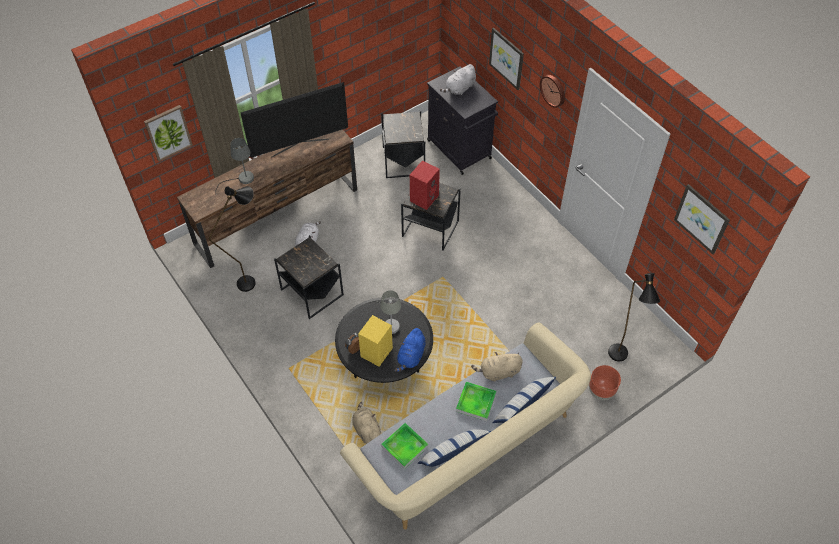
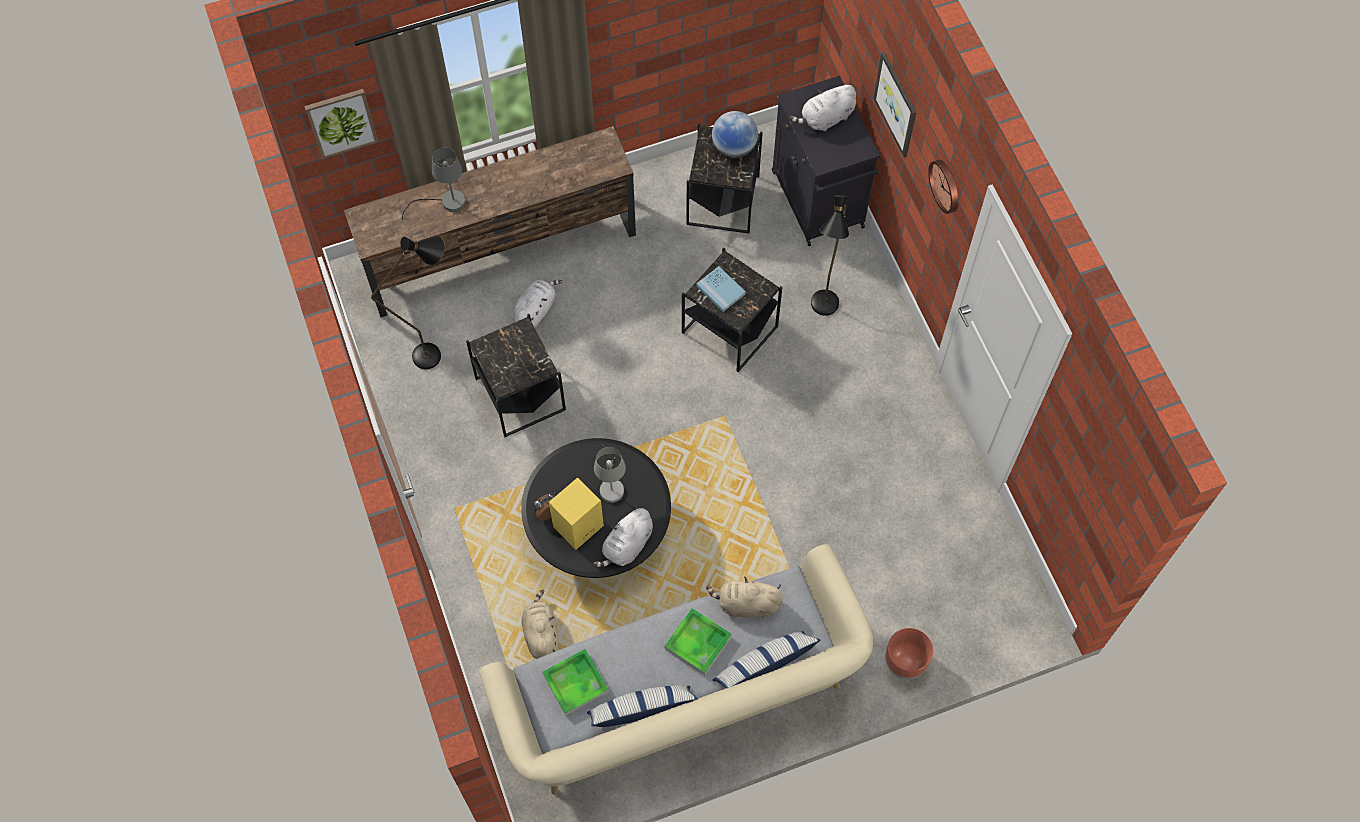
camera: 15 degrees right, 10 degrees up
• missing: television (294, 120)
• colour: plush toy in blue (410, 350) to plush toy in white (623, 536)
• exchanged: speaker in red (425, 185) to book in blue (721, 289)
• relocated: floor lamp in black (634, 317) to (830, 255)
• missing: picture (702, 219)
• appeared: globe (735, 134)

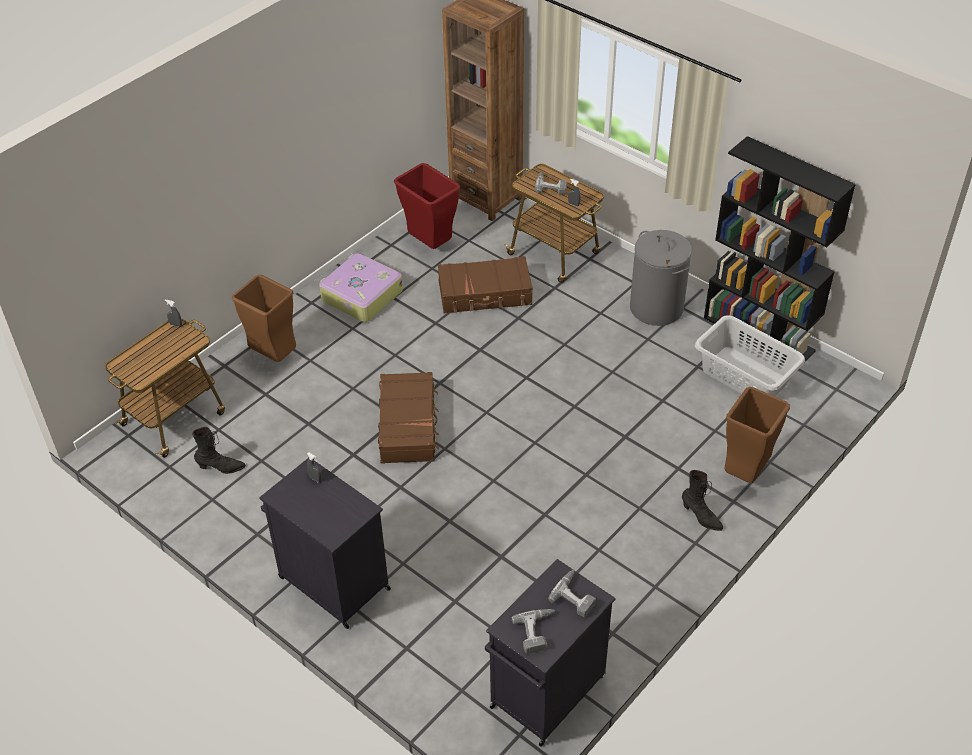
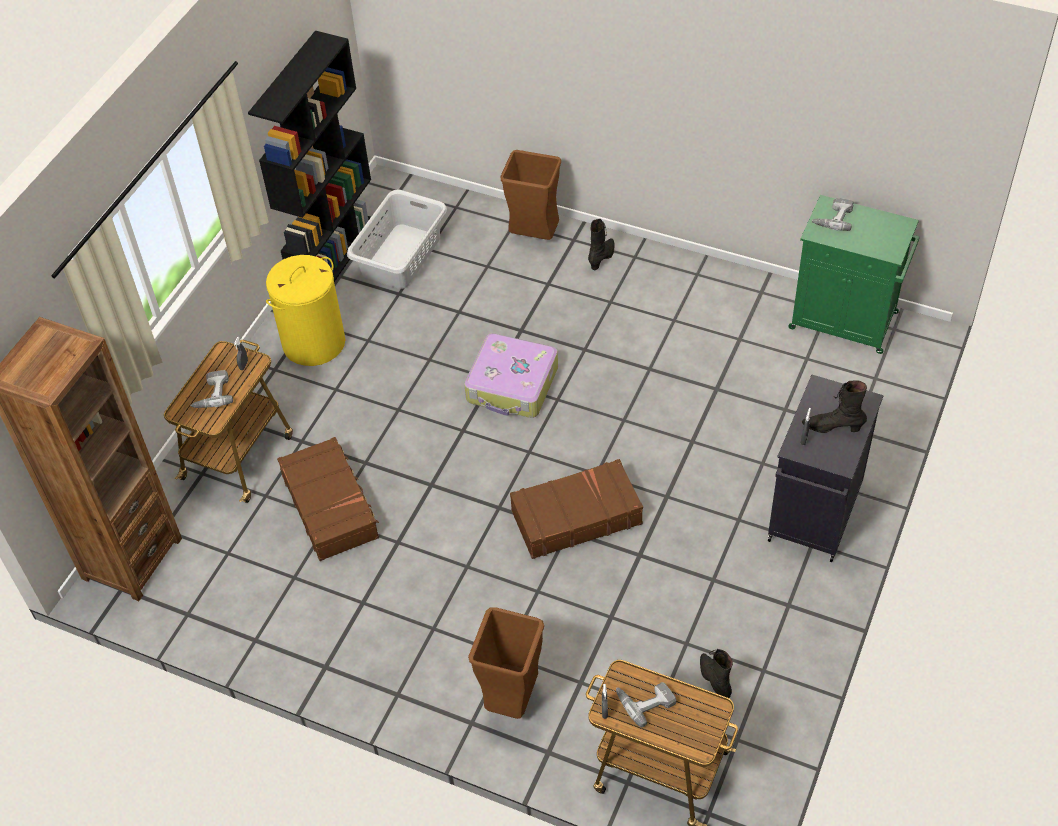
camera: 105 degrees left, 5 degrees up
• relocated: suitcase (361, 287) to (511, 375)
• missing: trash can in red (427, 206)
• colour: cabinet in black (550, 653) to cabinet in green (853, 274)
• relocated: power drill (533, 631) to (646, 704)
• colour: laundry basket in grey (661, 278) to laundry basket in yellow (305, 310)
• appeared: boot in black (834, 407)

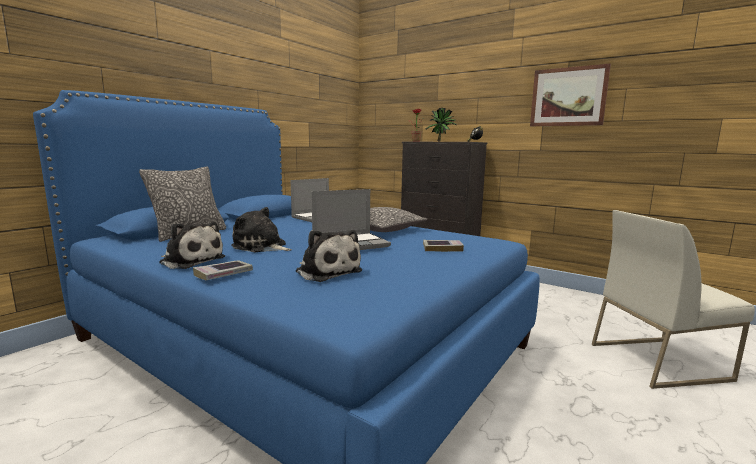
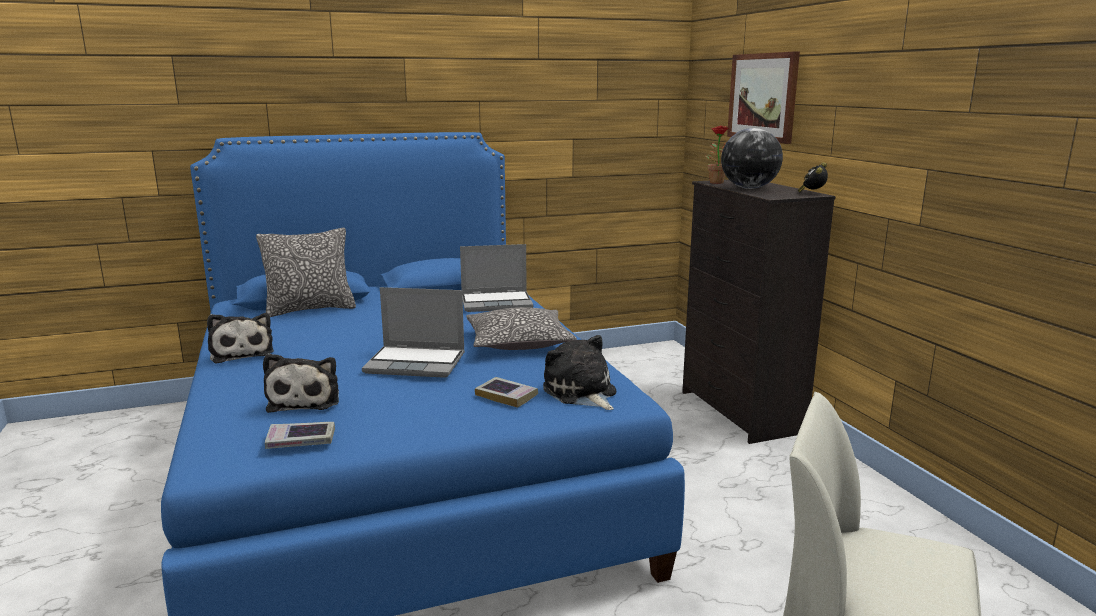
camera: 35 degrees right, 5 degrees up
• relocated: book (223, 270) to (300, 435)
• relocated: plush toy (262, 229) to (579, 372)
• exchanged: potted plant (441, 124) to globe (752, 158)
• relocated: picture (570, 95) to (763, 97)

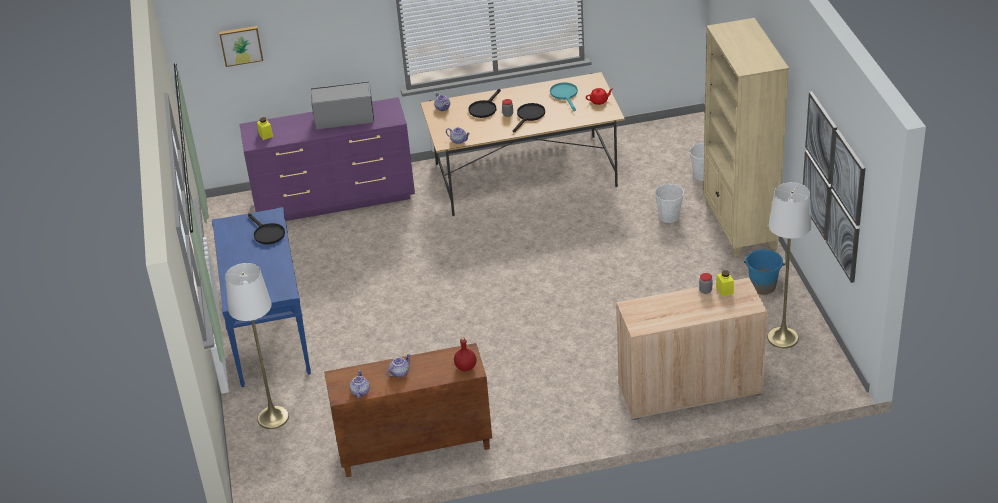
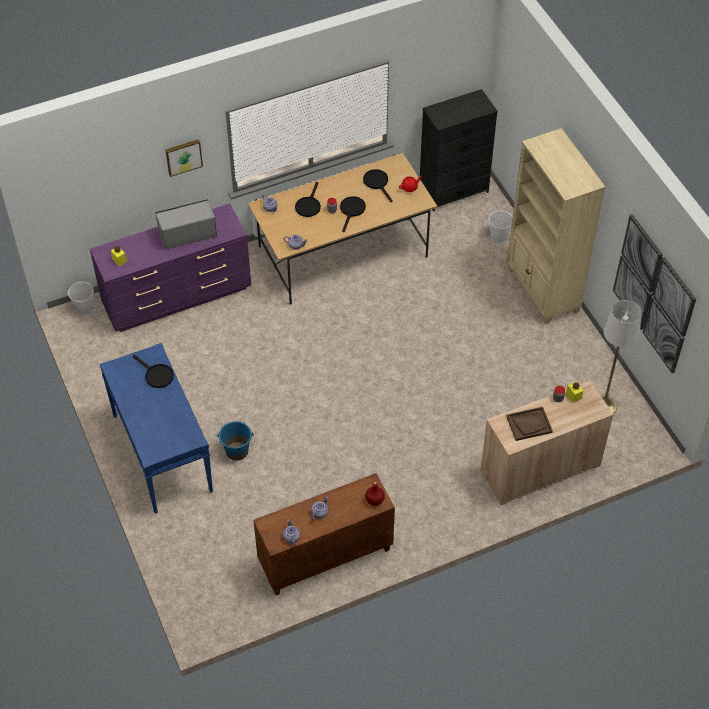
camera: 15 degrees left, 15 degrees up
• relocated: picture (241, 46) to (184, 158)
• missing: floor lamp in white (257, 346)
• colour: frying pan in turquoise (564, 96) to frying pan in black (377, 185)
• relocated: bucket in white (669, 203) to (81, 298)
• relocated: bucket in blue (764, 272) to (235, 441)
• appeared: dresser in black (459, 150)
• appeared: tray in brown (529, 424)

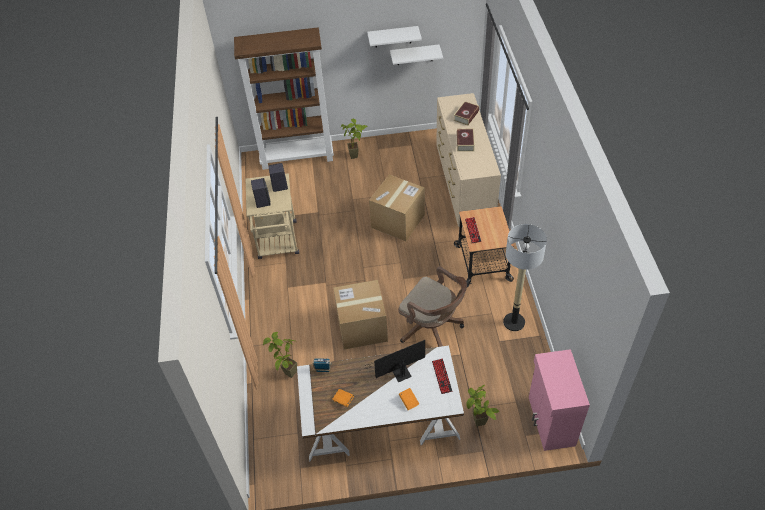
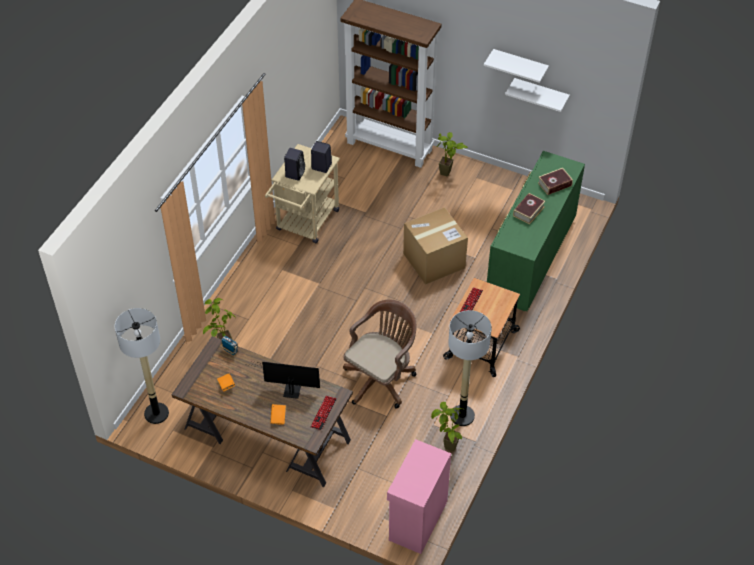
camera: 30 degrees right, 0 degrees up
• colour: desk in white (380, 404) to desk in brown (262, 411)
• missing: cardboard box (360, 314)
• spun: office chair in brown (432, 306) = (379, 354) 120 degrees counterclockwise
• colour: dresser in beige (468, 160) to dresser in green (536, 231)
• relocated: potted plant (482, 405) to (447, 427)
• appeared: floor lamp (142, 366)

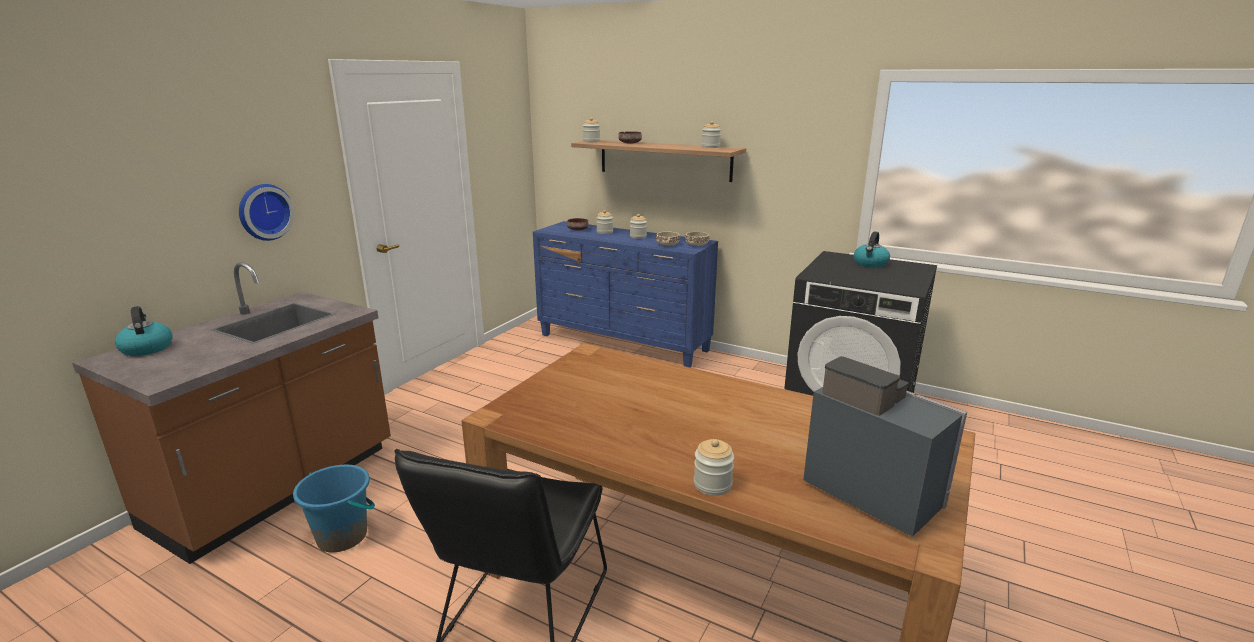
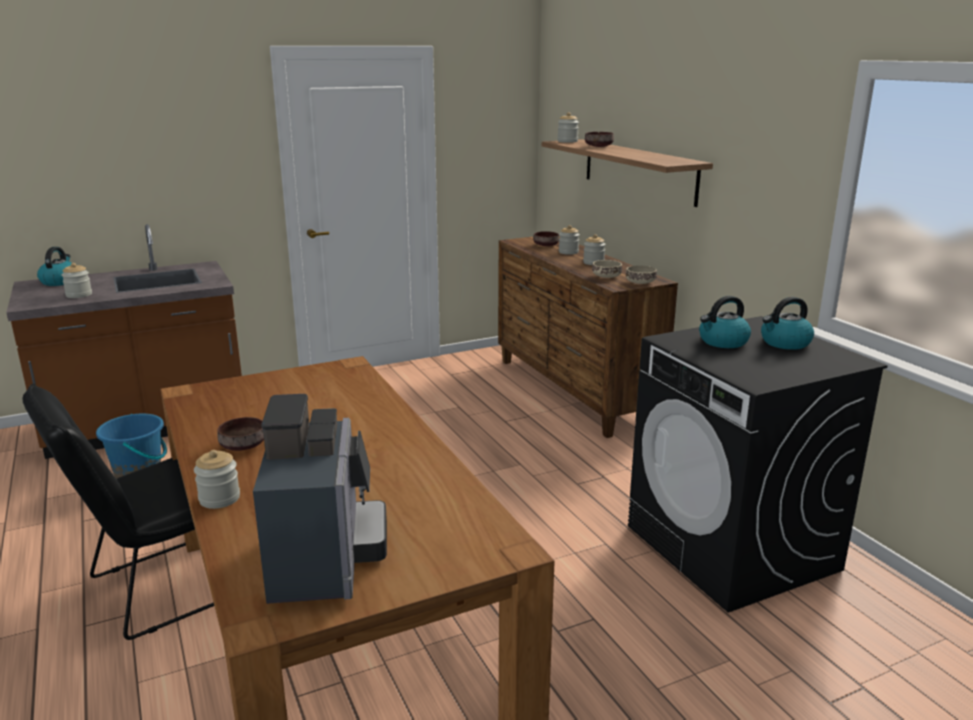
camera: 35 degrees right, 0 degrees up
• missing: wall clock (266, 212)
• colour: dresser in blue (625, 294) to dresser in brown (588, 337)
• relocated: jar (711, 134) to (76, 280)
• appeared: bowl in brown (240, 434)
• appeared: kettle (725, 322)

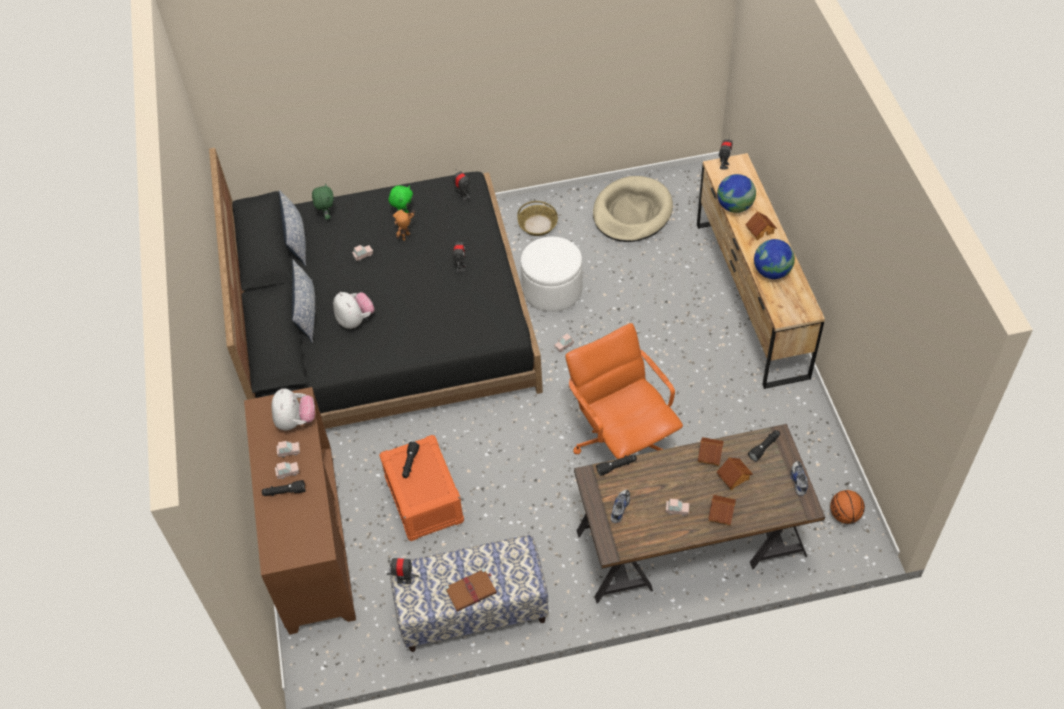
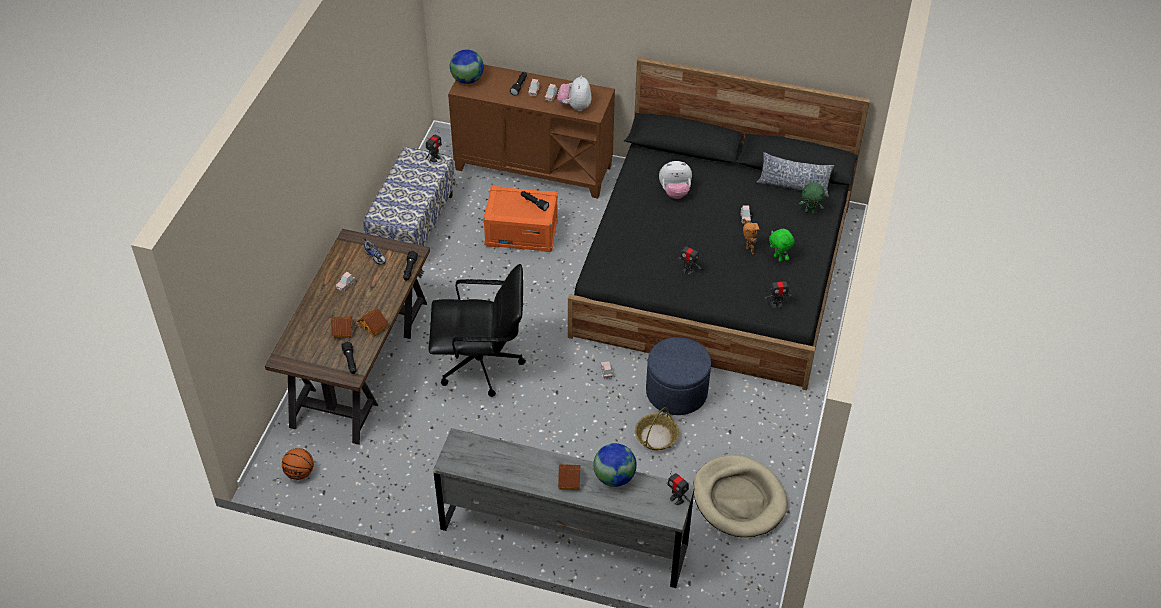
camera: 115 degrees right, 5 degrees down
• spun: plush toy (293, 409) = (574, 93) 75 degrees clockwise
• missing: pillow (303, 301)
• missing: book in brown (471, 589)
• relocated: basket (538, 218) to (657, 428)
• colour: ottoman in white (551, 274) to ottoman in blue (678, 376)
• colour: office chair in orange (624, 391) to office chair in black (477, 330)
• colour: dresser in brown (761, 271) to dresser in grey (564, 508)
• missing: toy house (722, 510)
• relocated: globe (774, 259) to (467, 67)
• missing: shoe (799, 478)

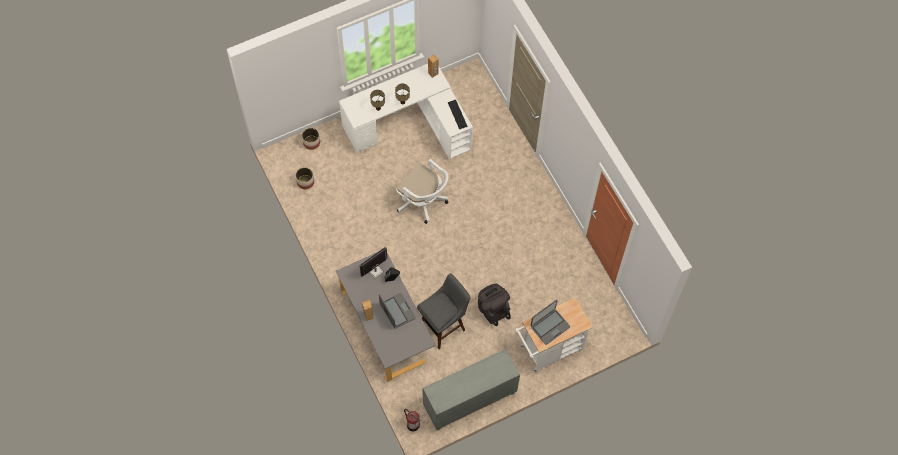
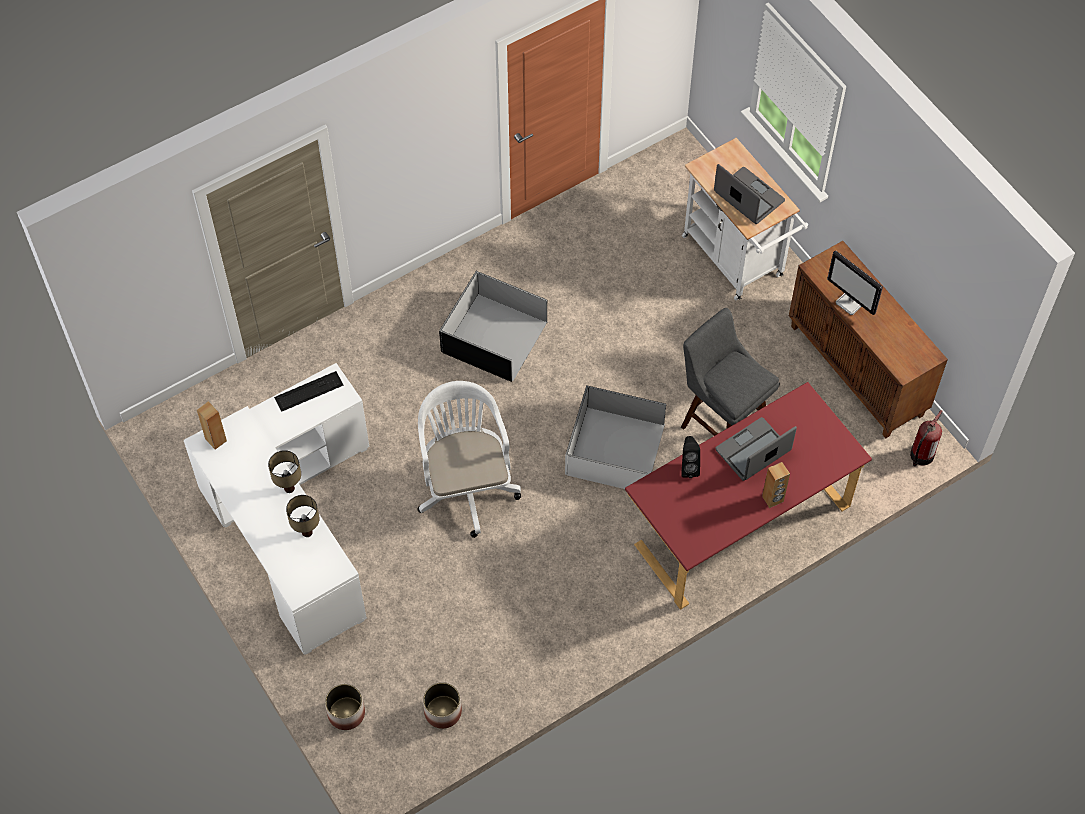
camera: 95 degrees left, 5 degrees down
• colour: desk in grey (386, 317) to desk in red (748, 496)
• relocated: monitor (373, 262) to (855, 283)
• spun: office chair in white (422, 191) = (469, 459) 45 degrees counterclockwise
• colour: cabinet in grey (471, 390) to cabinet in brown (868, 339)
• missing: backpack in black (494, 304)
• appeared: storage box in black (493, 326)
• appeared: storage box in white (615, 437)

